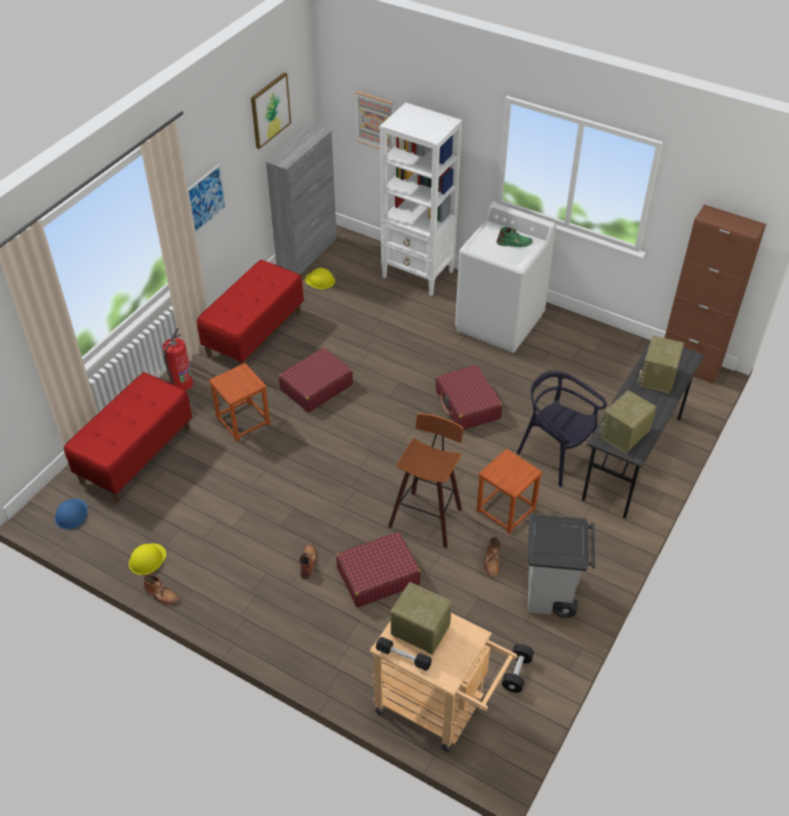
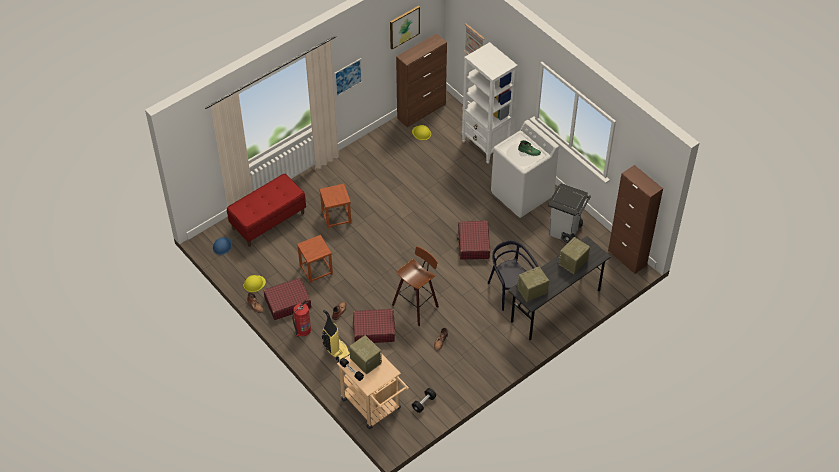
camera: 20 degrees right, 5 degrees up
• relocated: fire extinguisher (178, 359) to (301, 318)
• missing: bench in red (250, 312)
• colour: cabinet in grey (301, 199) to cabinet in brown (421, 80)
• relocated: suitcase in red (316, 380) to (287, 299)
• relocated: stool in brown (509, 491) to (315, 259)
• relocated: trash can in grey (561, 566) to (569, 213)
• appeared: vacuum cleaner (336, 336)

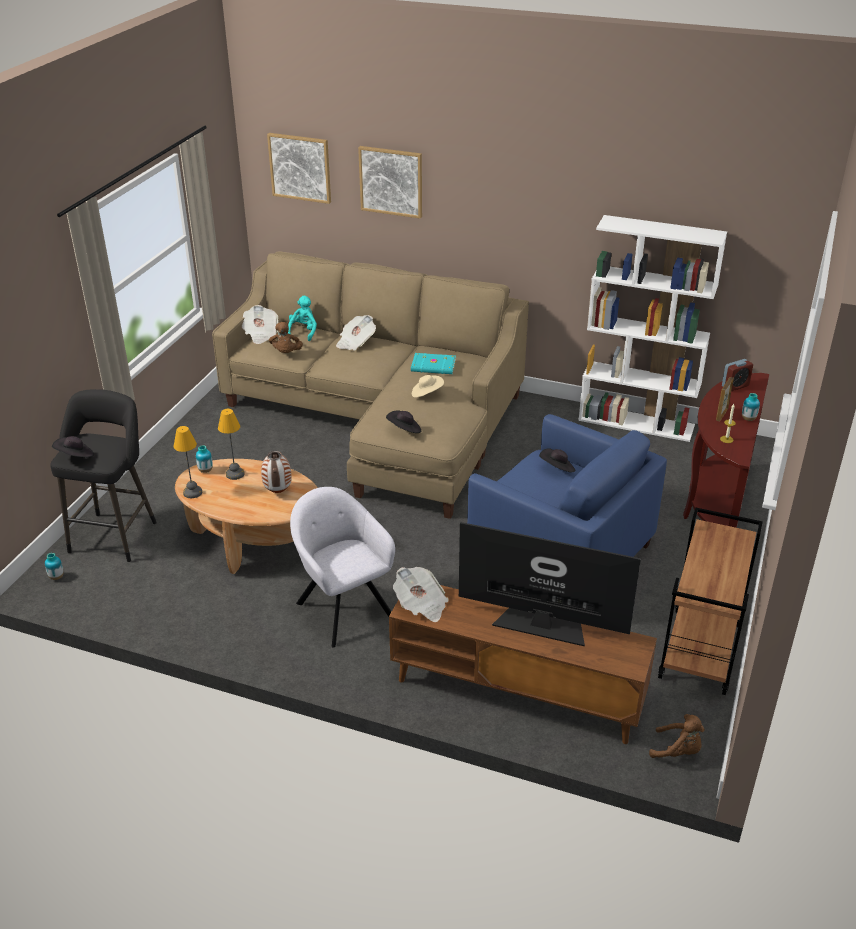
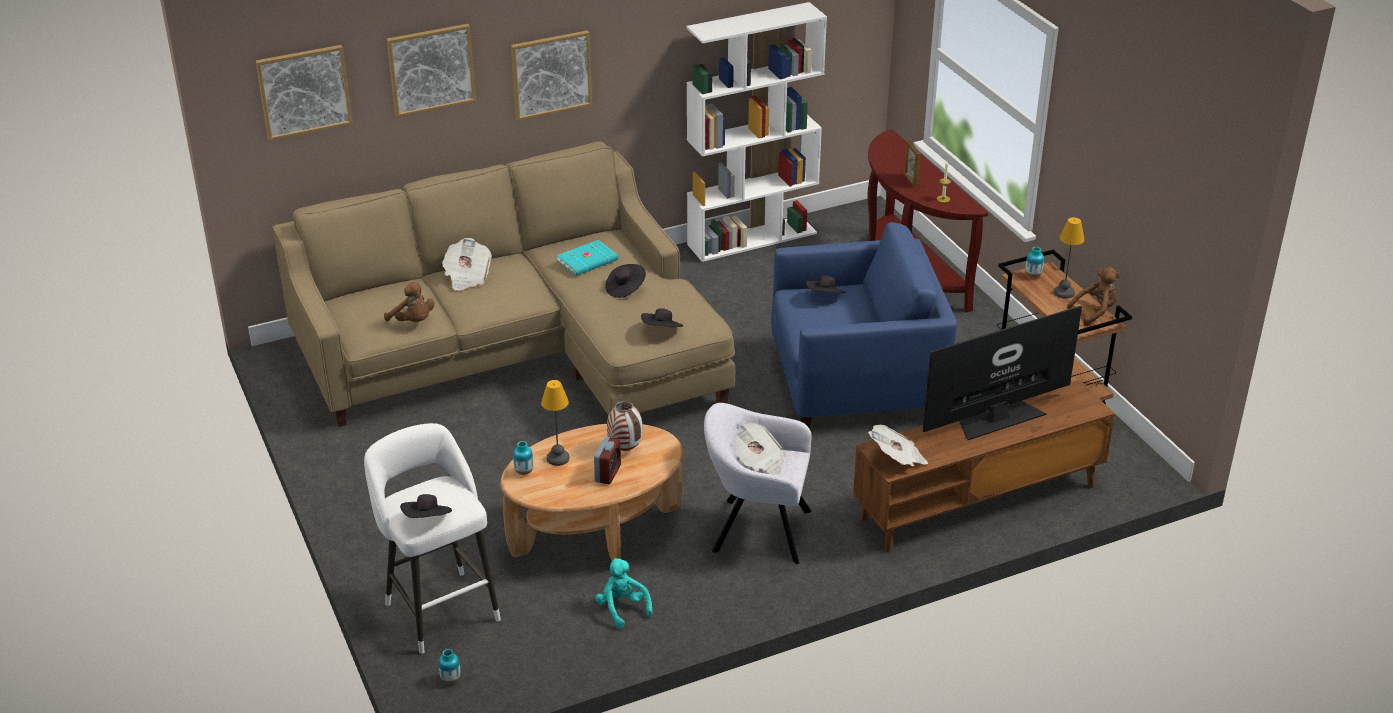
camera: 45 degrees left, 0 degrees up
• colour: stool in black (103, 475) to stool in white (432, 538)
• relocated: table lamp (188, 462) to (1069, 258)
• relocated: newspaper (259, 324) to (760, 449)
• relocated: plush toy in turquoise (302, 318) to (624, 593)
• colour: hat in beige (428, 386) to hat in black (625, 281)
• relocated: plush toy in brown (677, 736) to (1094, 296)
• relocated: alarm clock (737, 375) to (607, 461)
• relocated: vase (751, 407) to (1034, 262)
• appeared: picture (551, 75)

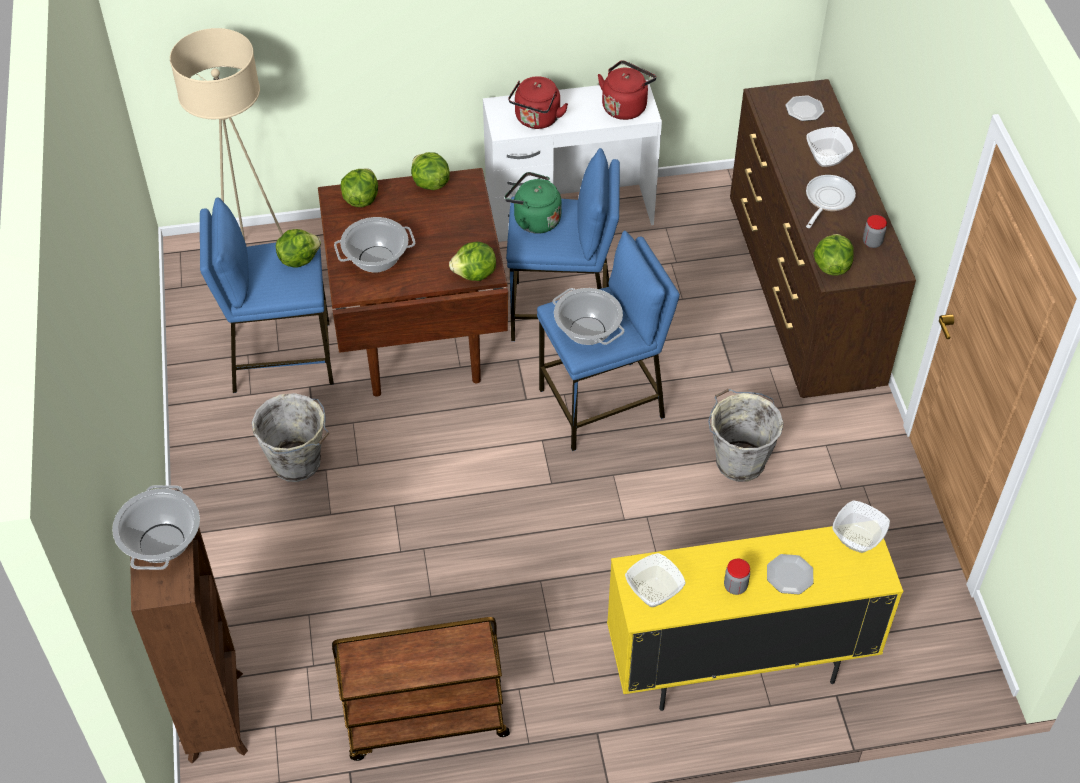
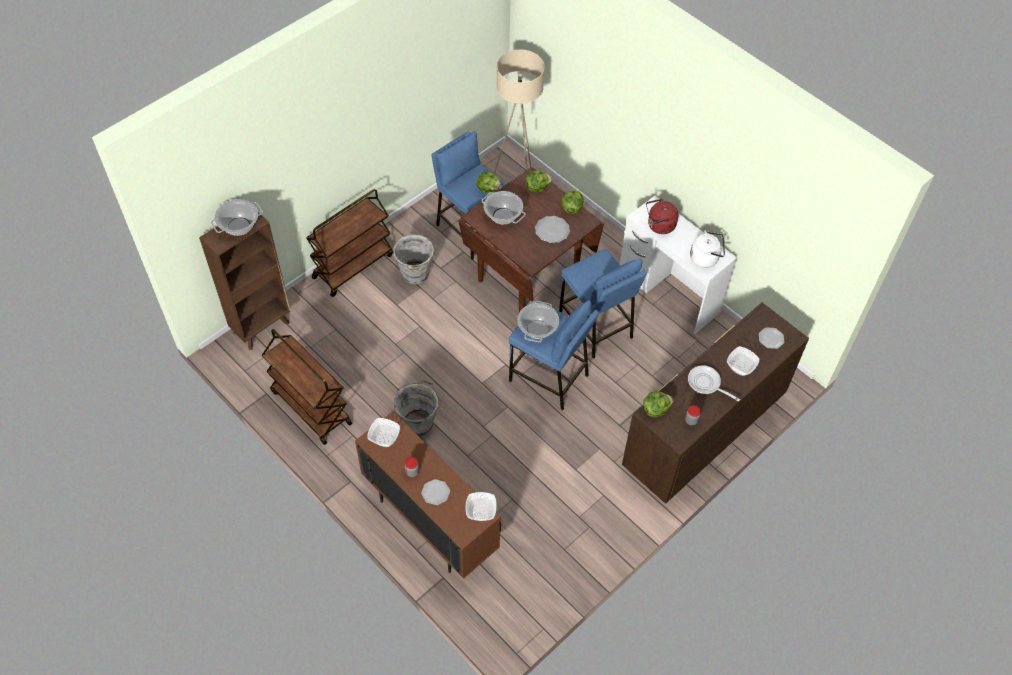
camera: 55 degrees right, 5 degrees up
• missing: lettuce (472, 261)
• missing: kettle in green (533, 203)
• colour: kettle in red (627, 90) to kettle in white (707, 249)
• colour: cabinet in yellow (755, 618) to cabinet in brown (428, 495)
• relocated: bucket in grey (746, 435) to (417, 408)
• spun: frying pan (831, 201) = (714, 383) 135 degrees counterclockwise
• appeared: cart in brown (349, 243)
• appeared: plate (552, 229)

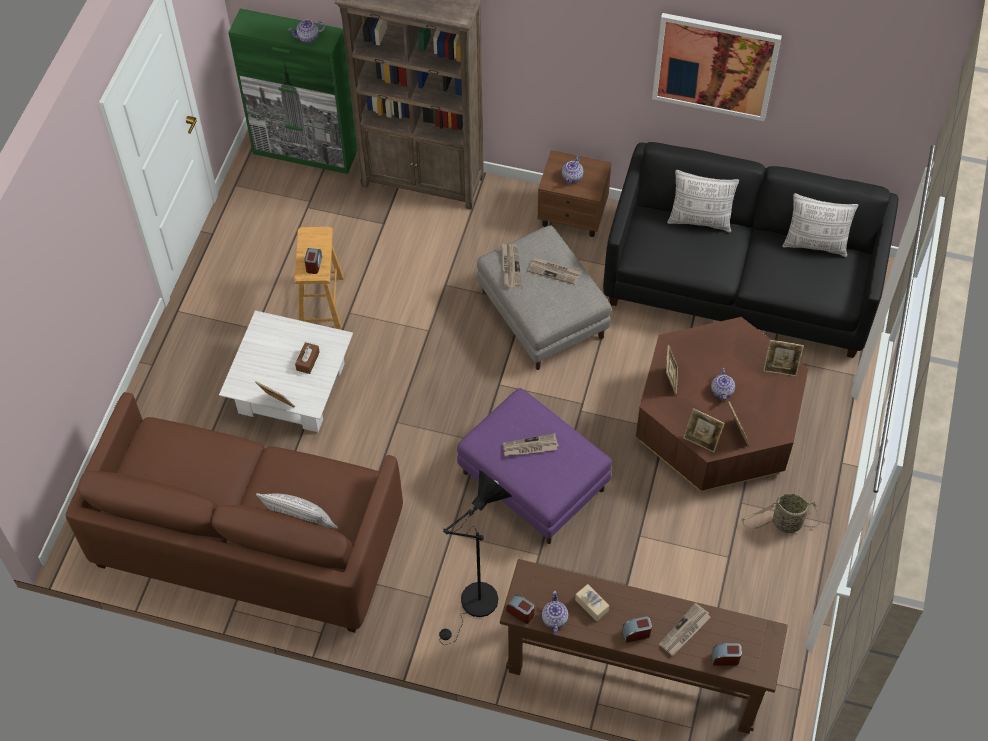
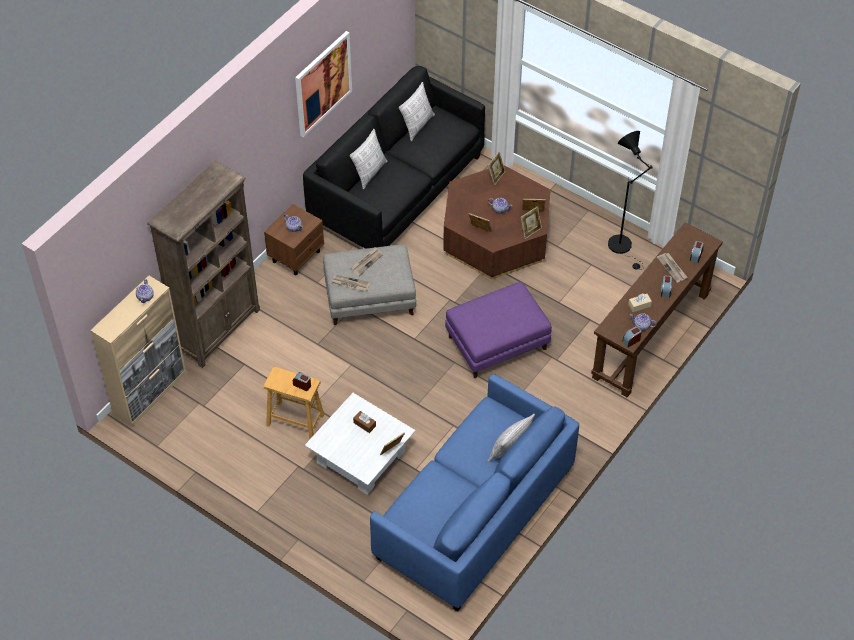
camera: 70 degrees left, 5 degrees down
• colour: sofa in brown (234, 512) to sofa in blue (474, 493)
• colour: cabinet in green (292, 91) to cabinet in beige (138, 351)
• relocated: floor lamp in black (475, 557) to (630, 200)
• missing: newspaper (531, 444)
• missing: basket (780, 513)

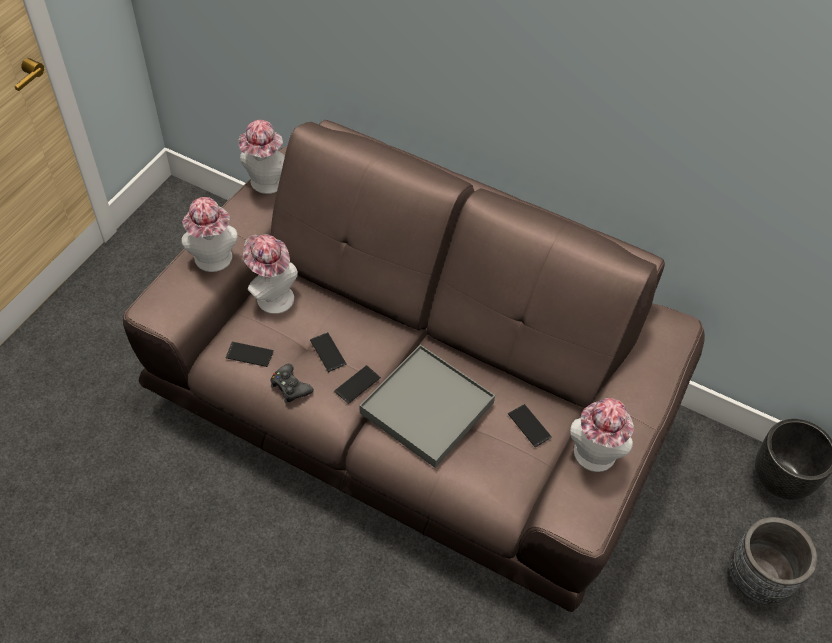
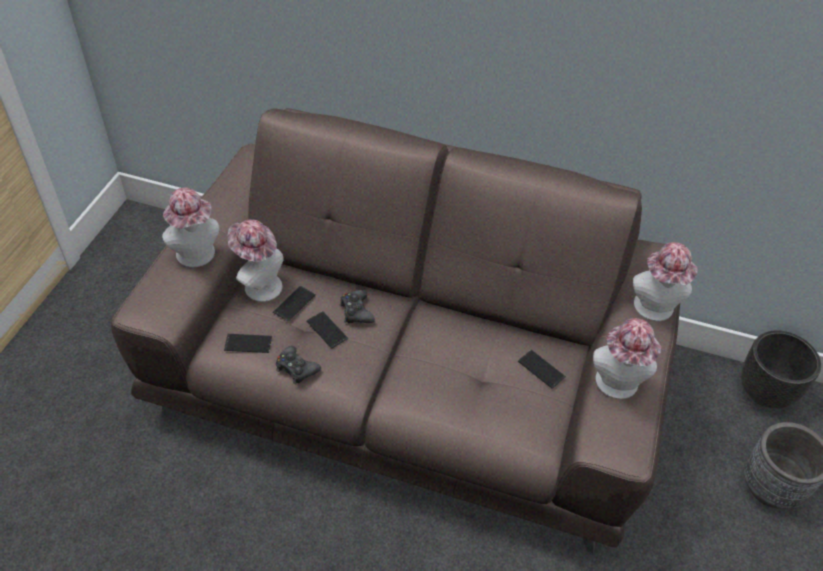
camera: 10 degrees left, 5 degrees down
• relocated: hat (262, 157) to (665, 281)
• relocated: phone (357, 384) to (294, 304)
• missing: tray in grey (427, 406)
• appeared: game controller in black (357, 306)

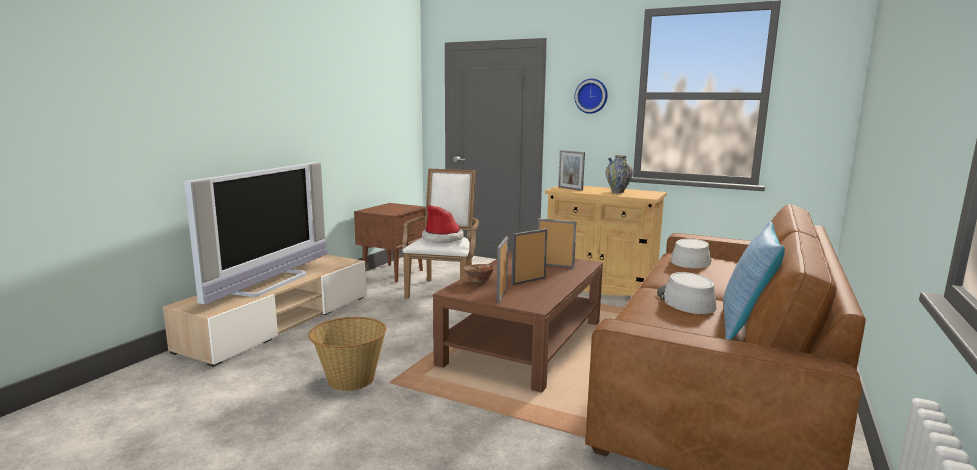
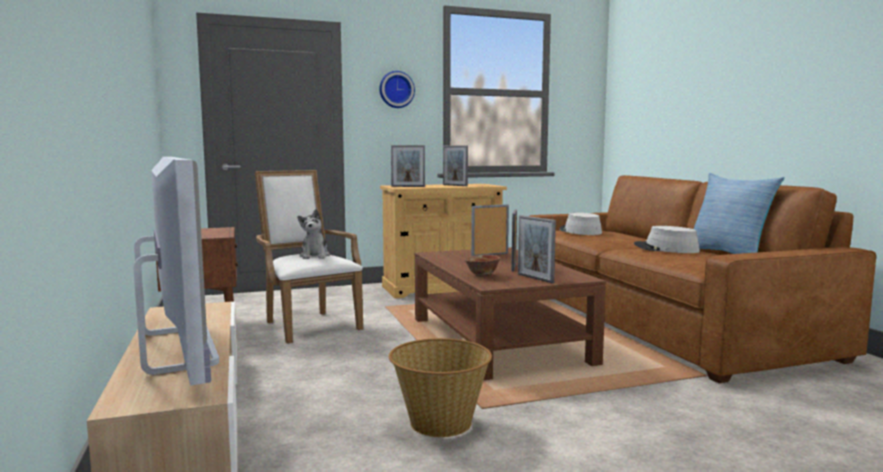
camera: 45 degrees left, 5 degrees down
• exchanged: hat (443, 224) to plush toy (314, 234)
• exchanged: vase (619, 174) to picture frame (455, 165)

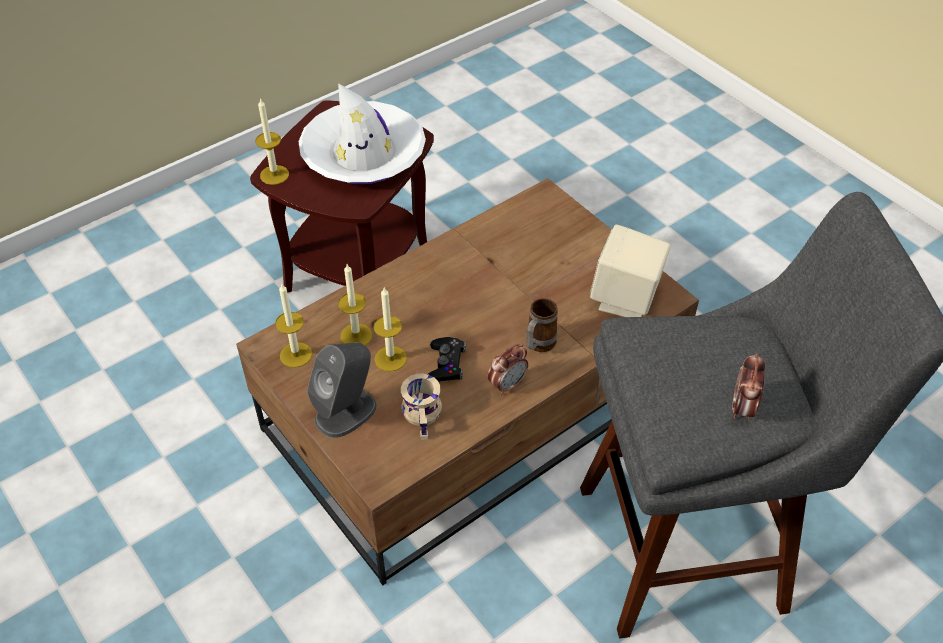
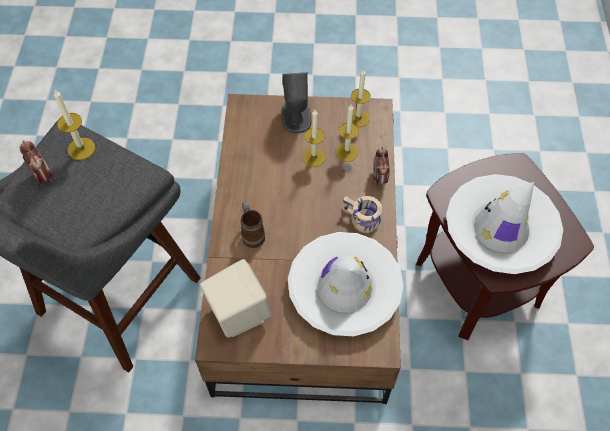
camera: 130 degrees right, 10 degrees up
• relocated: candle (272, 141) to (74, 125)
• relocated: mug in beige (421, 406) to (362, 214)
• missing: game controller in black (447, 359)
• relocated: alarm clock (508, 369) to (381, 166)
• appeared: hat in white (346, 284)

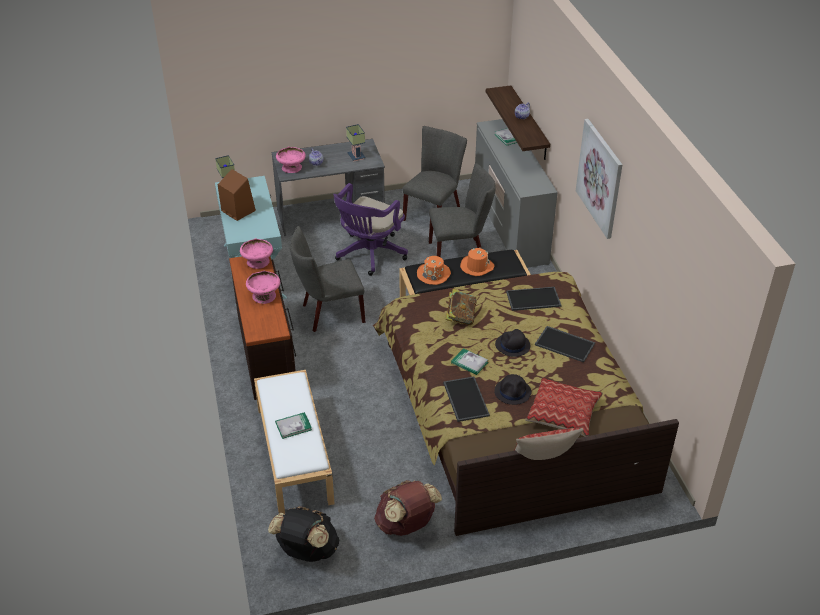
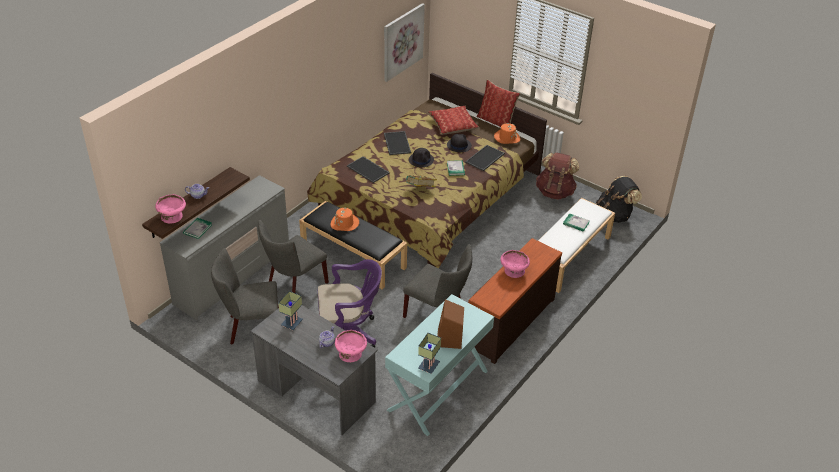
camera: 130 degrees left, 0 degrees up
• relocated: bowl in pink (256, 253) to (170, 209)
• relocated: hat in orange (434, 270) to (507, 133)
• spun: chair in grey (462, 210) = (293, 256) 90 degrees counterclockwise
• relocated: picture (599, 179) to (404, 42)

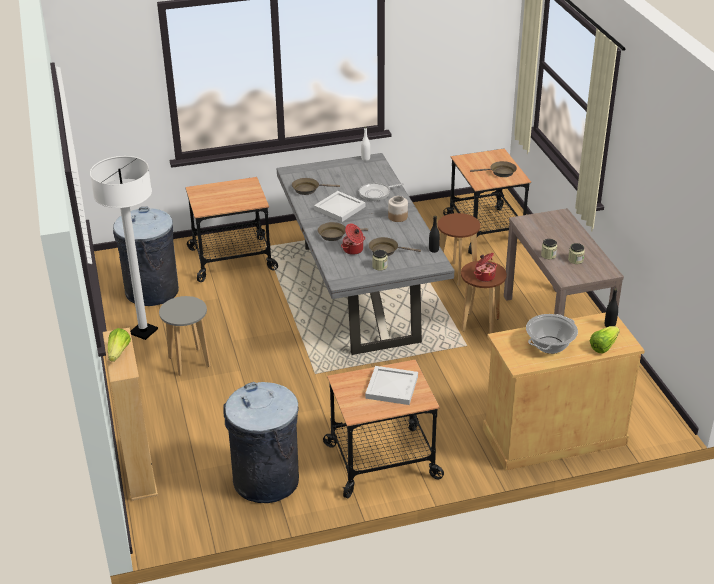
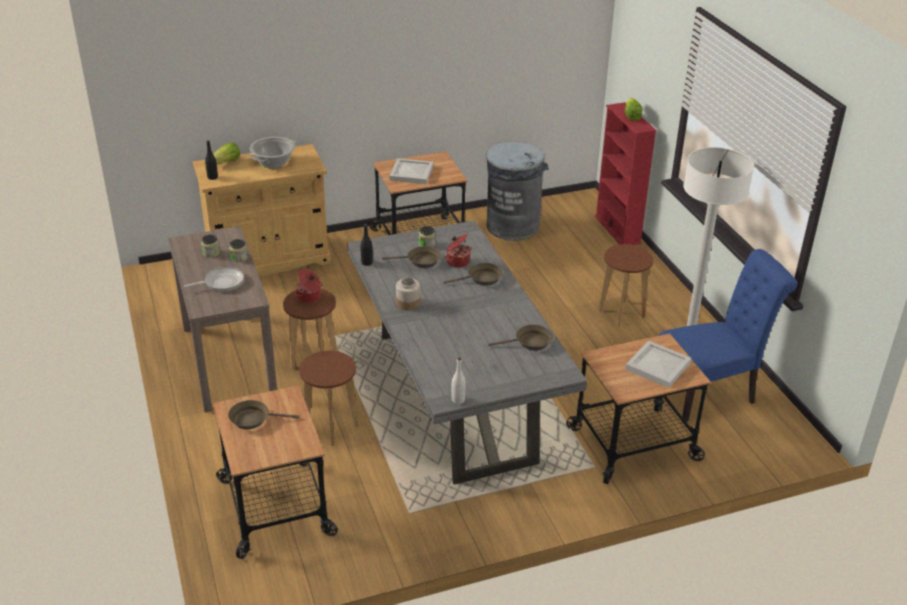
camera: 175 degrees right, 0 degrees up
• colour: bookcase in beige (130, 414) to bookcase in red (625, 173)
• exchanged: trash can in grey (146, 256) to chair in blue (728, 335)
• colour: stool in grey (185, 336) to stool in brown (626, 285)
• relocated: tray in white (340, 206) to (658, 364)
• relocated: frying pan (381, 192) to (214, 279)

